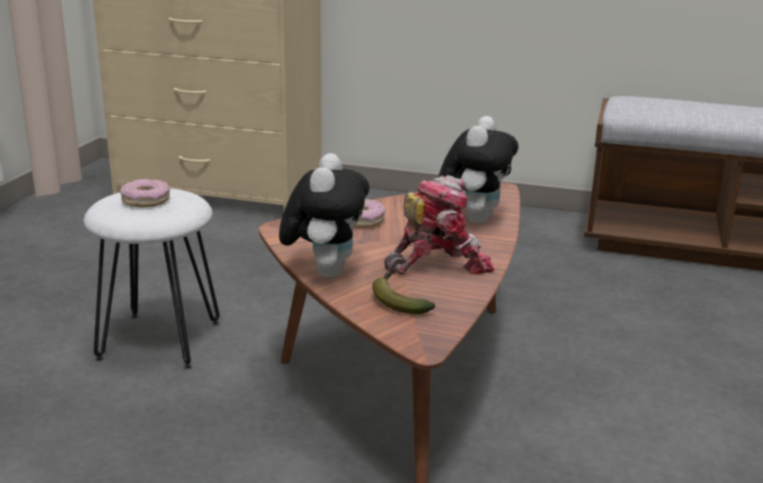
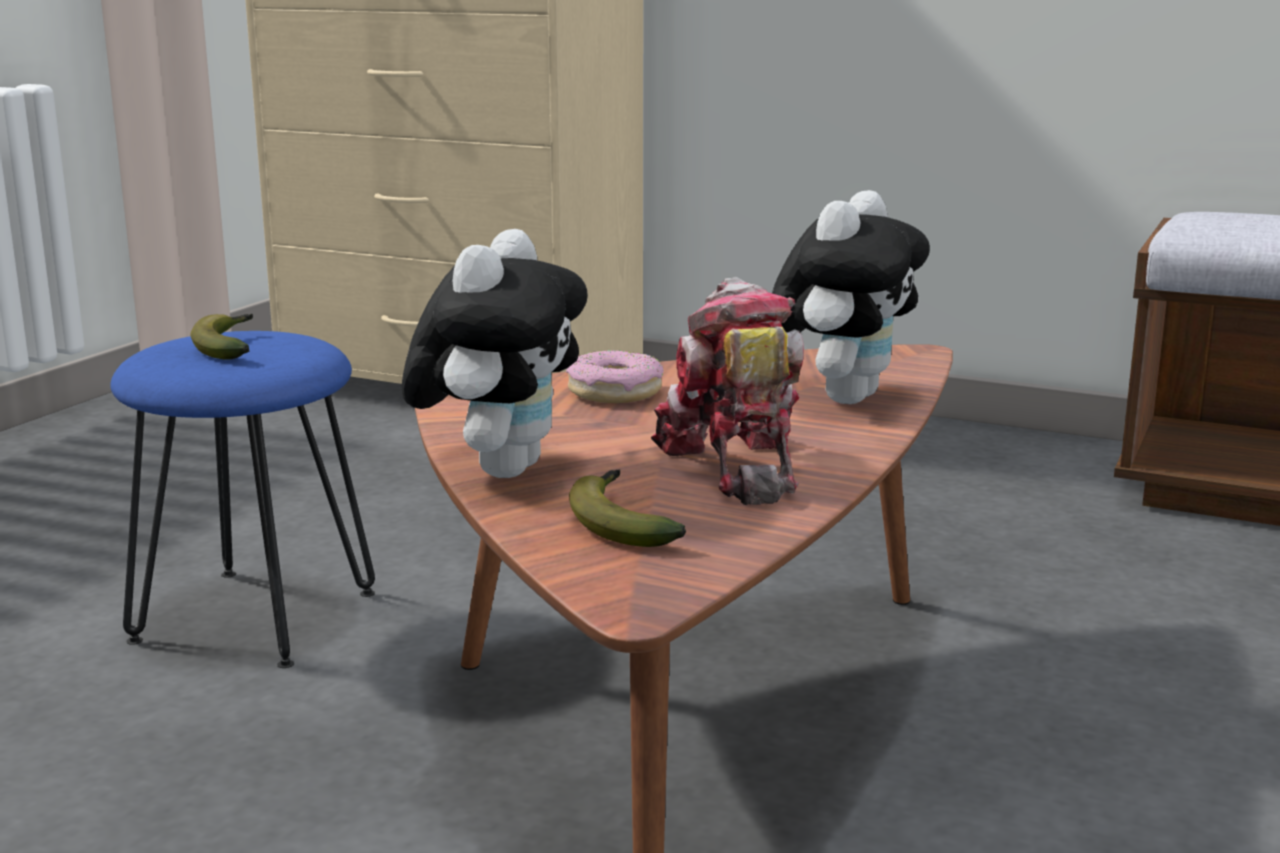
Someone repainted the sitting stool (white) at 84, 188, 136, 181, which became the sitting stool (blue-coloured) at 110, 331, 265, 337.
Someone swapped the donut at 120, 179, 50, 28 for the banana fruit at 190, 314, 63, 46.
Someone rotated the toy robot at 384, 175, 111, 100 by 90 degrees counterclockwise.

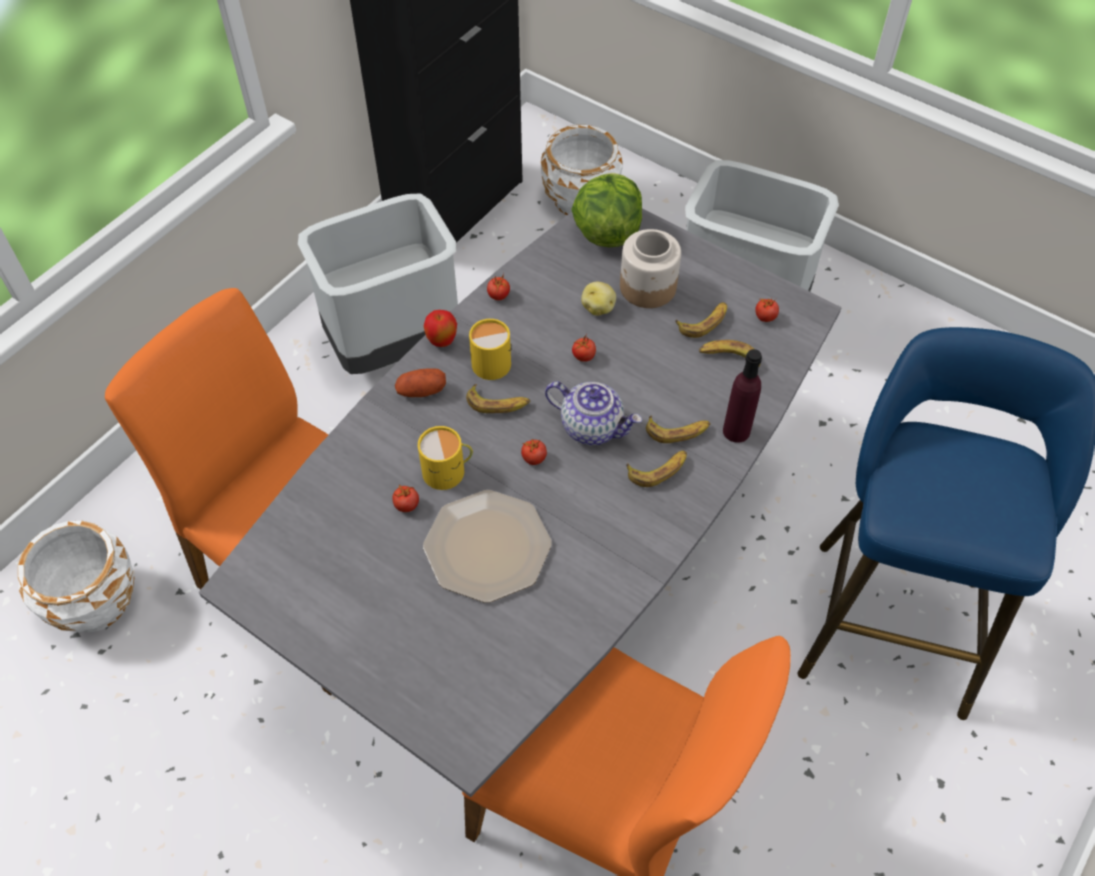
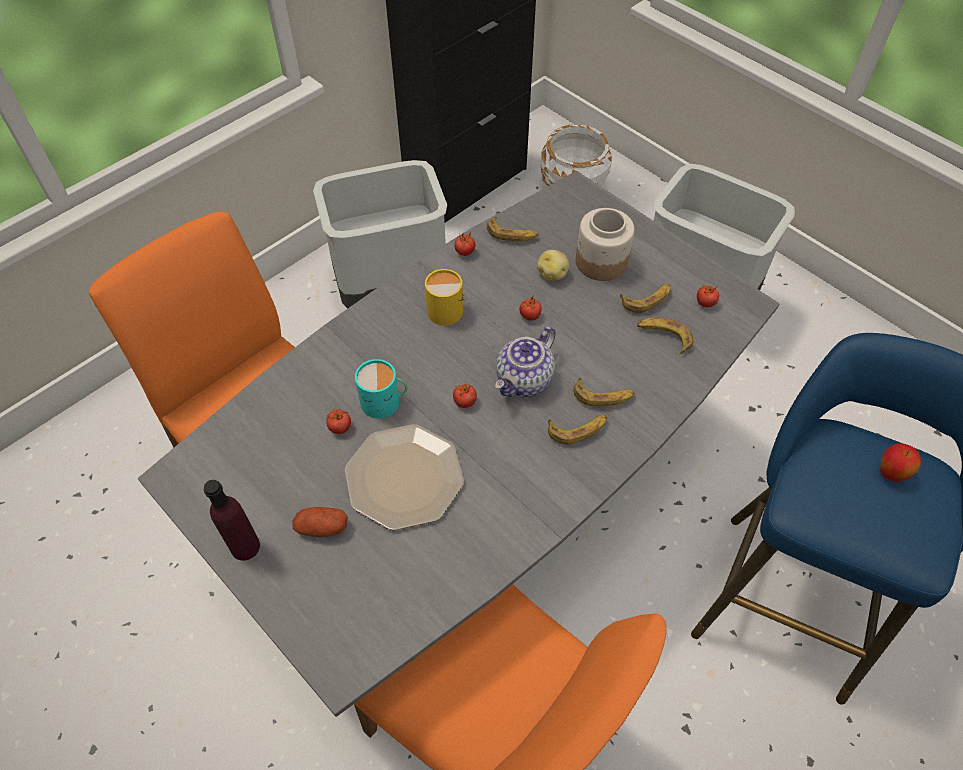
Someone carried the drink bottle (purple) from 723, 349, 39, 94 to 204, 480, 56, 81.
Someone carried the spud from 395, 368, 51, 29 to 293, 507, 55, 30.
Someone repainted the tea mug (yellowish) at 418, 426, 55, 64, which became the tea mug (blue-green) at 355, 359, 53, 60.
Someone carried the banana fruit from 466, 384, 64, 29 to 487, 217, 52, 24.
Someone rotated the pot for tea at 545, 381, 97, 64 by 90 degrees clockwise.
Someone carried the whole apple from 424, 310, 33, 37 to 880, 443, 41, 39.
Someone took away the flower pot (white) at 18, 521, 116, 111.
Someone took away the lettuce head at 571, 173, 71, 74.

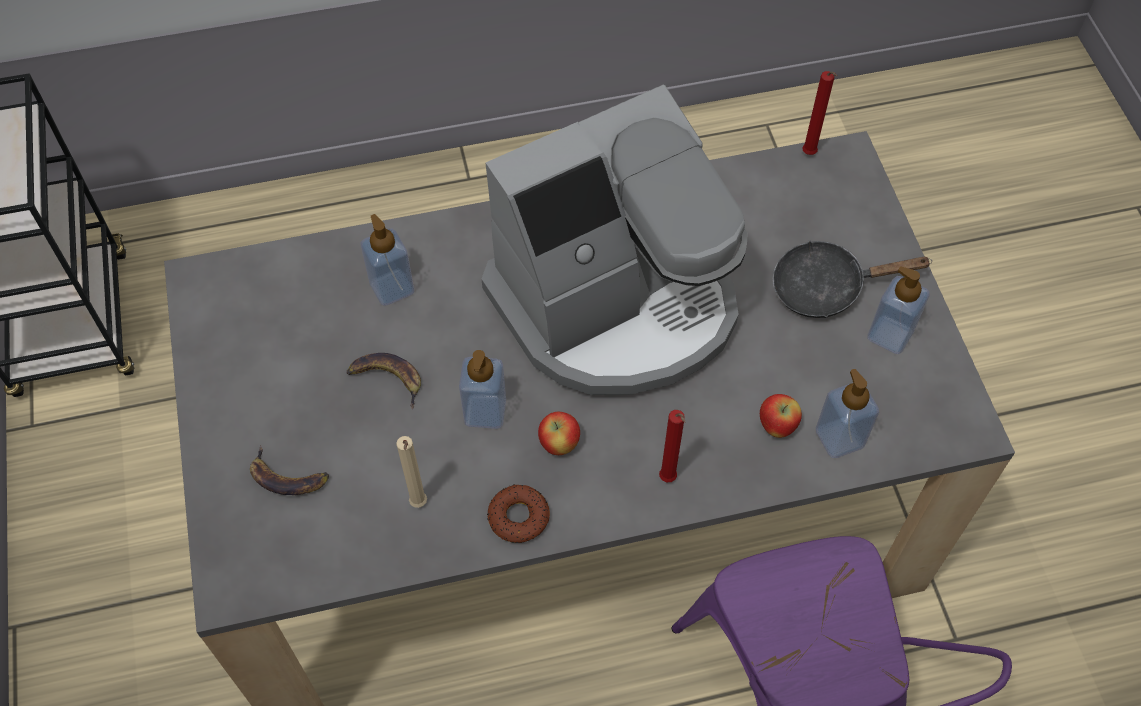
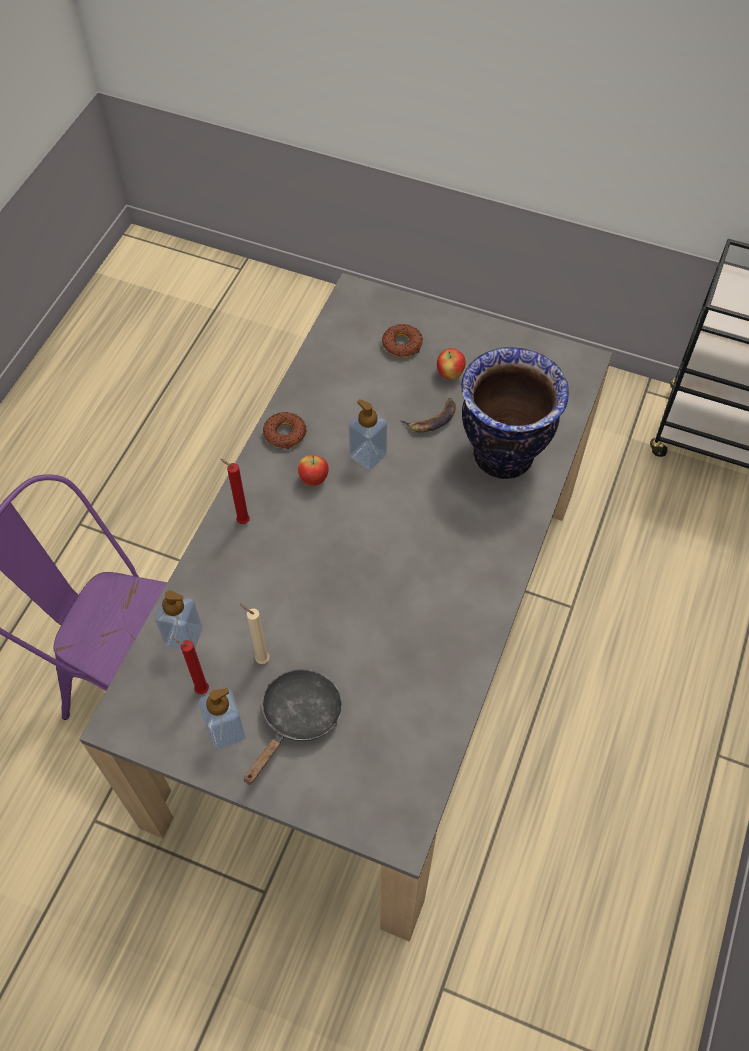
Someone carried the wax candle (red) from 802, 71, 35, 84 to 172, 637, 37, 57.
Someone carried the wax candle (sand-coloured) from 396, 436, 31, 72 to 240, 604, 30, 60.
Someone swapped the banana fruit at 250, 445, 79, 50 for the donut at 382, 324, 41, 33.
Someone carried the whole apple from 760, 394, 42, 44 to 437, 348, 29, 32.
Someone swapped the soap dispenser at 361, 214, 53, 92 for the flower vase at 461, 347, 108, 132.
Someone took away the coffee machine at 481, 85, 267, 310.

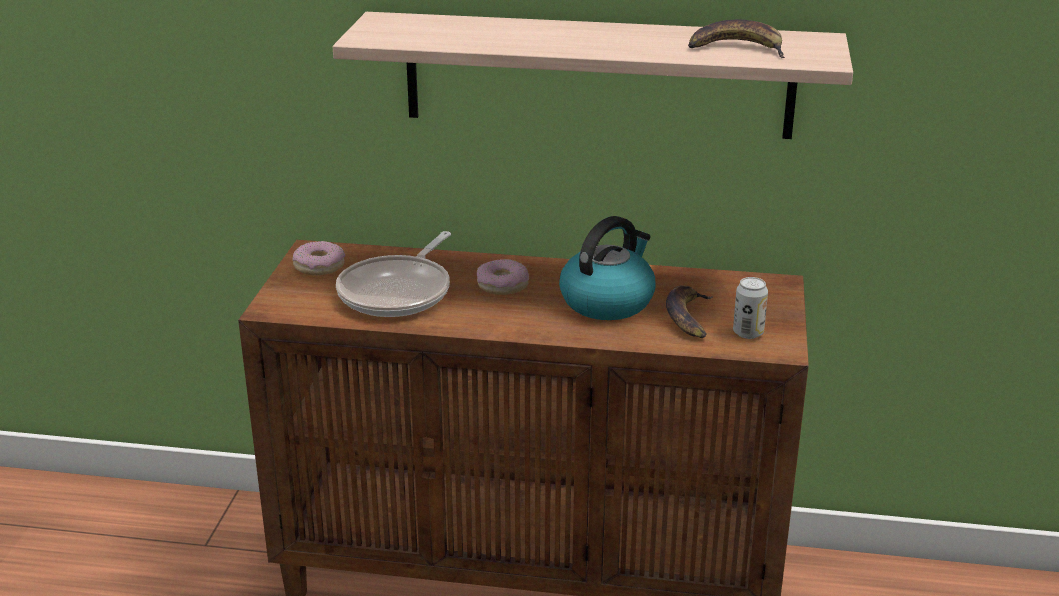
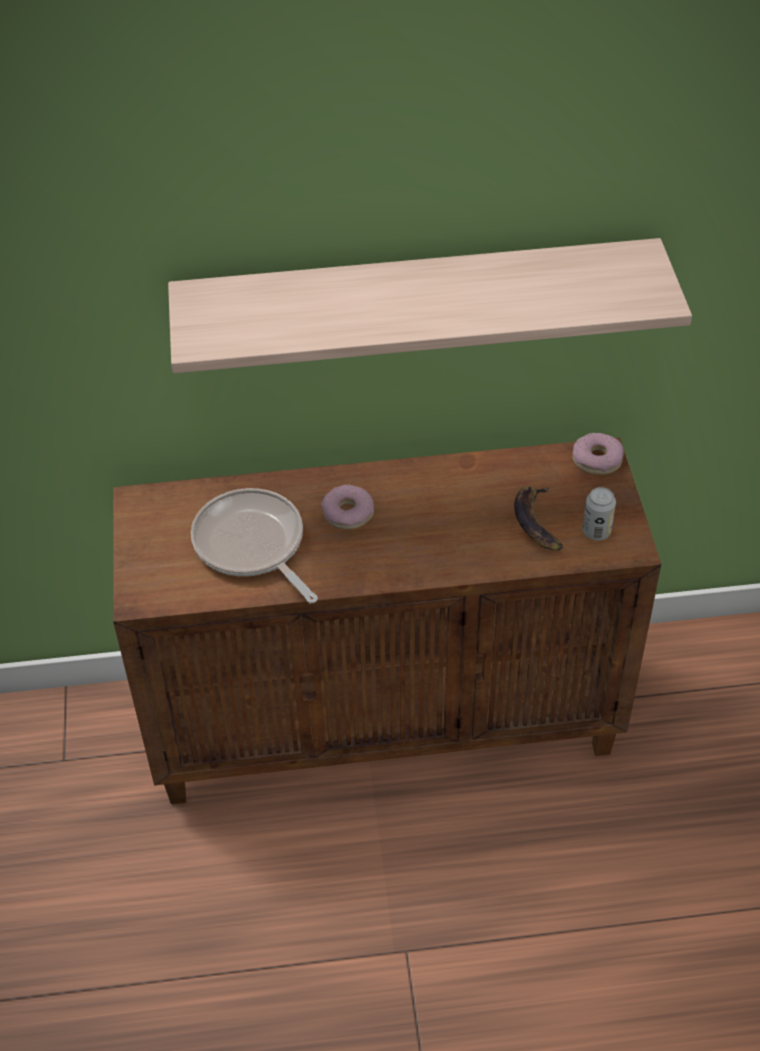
Someone rotated the pan at 336, 231, 115, 86 by 135 degrees clockwise.
Someone carried the donut from 292, 241, 53, 34 to 572, 433, 52, 42.
Someone took away the kettle at 559, 216, 96, 104.
Someone took away the banana fruit at 688, 19, 97, 39.

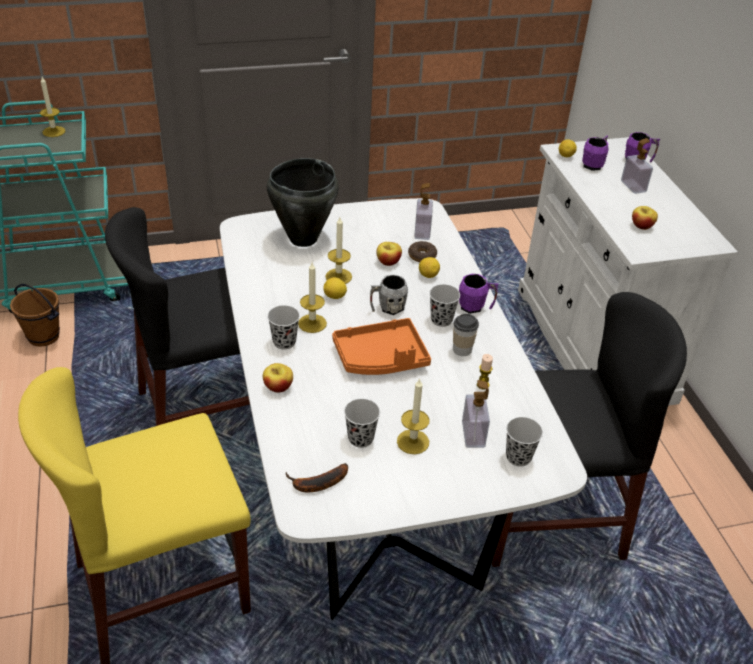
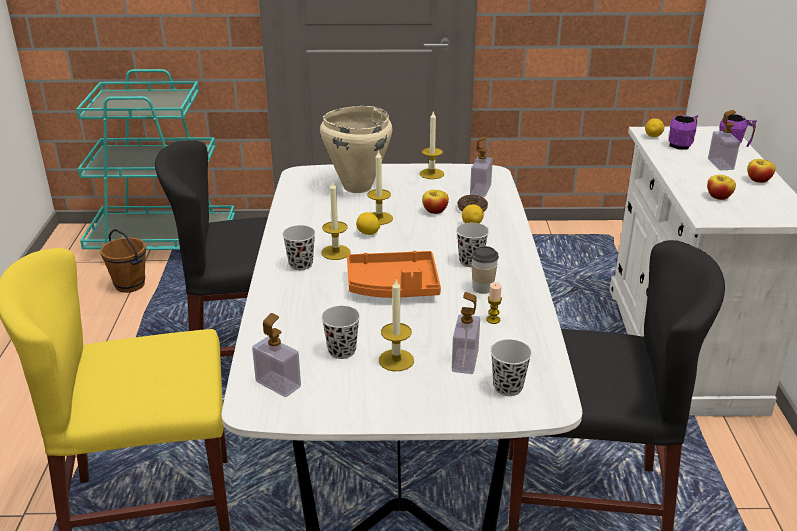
Someone swapped the banana fruit at 286, 463, 62, 29 for the soap dispenser at 252, 313, 49, 84.
Someone repainted the cooking pot (blackish) at 267, 158, 72, 89, which became the cooking pot (sand-coloured) at 320, 106, 72, 87.
Someone carried the wax candle from 40, 77, 25, 60 to 420, 112, 24, 67.
Someone carried the whole apple from 263, 363, 30, 30 to 747, 159, 29, 24.
Someone took away the tea mug (grey) at 370, 275, 38, 40.
Someone took away the tea mug (purple) at 459, 274, 40, 40.

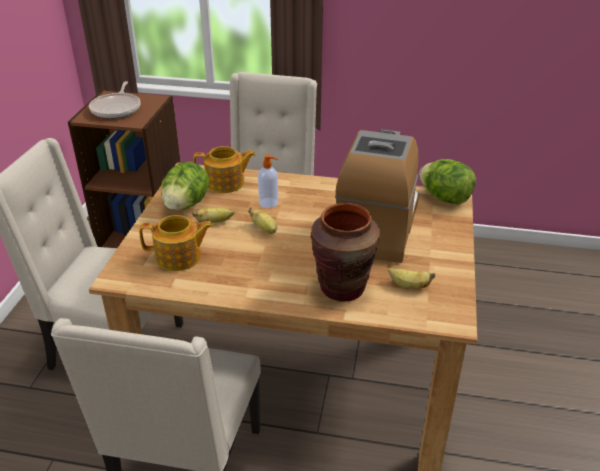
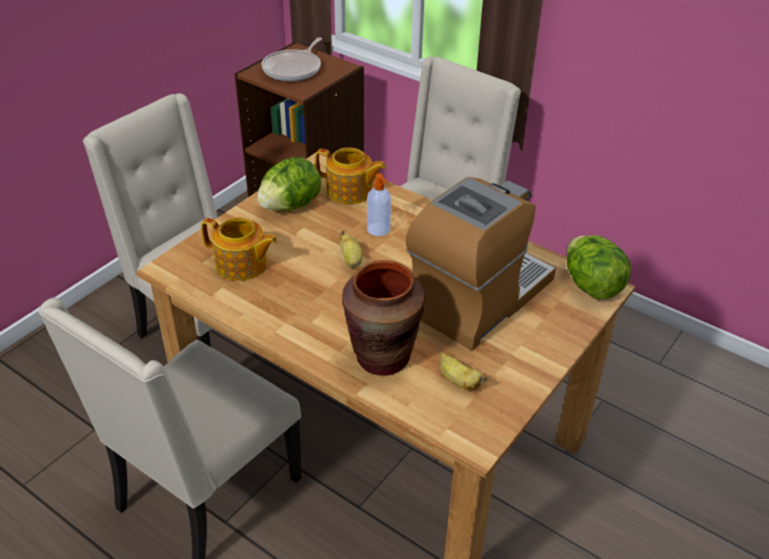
Someone took away the banana fruit at 193, 208, 42, 15.

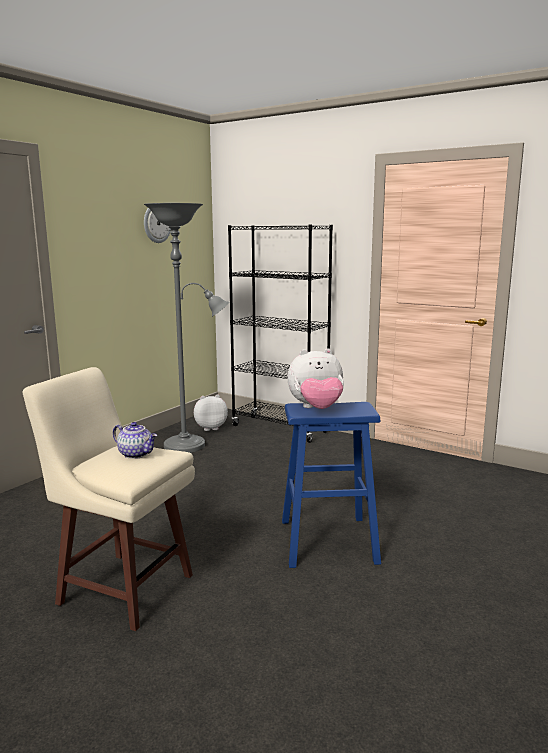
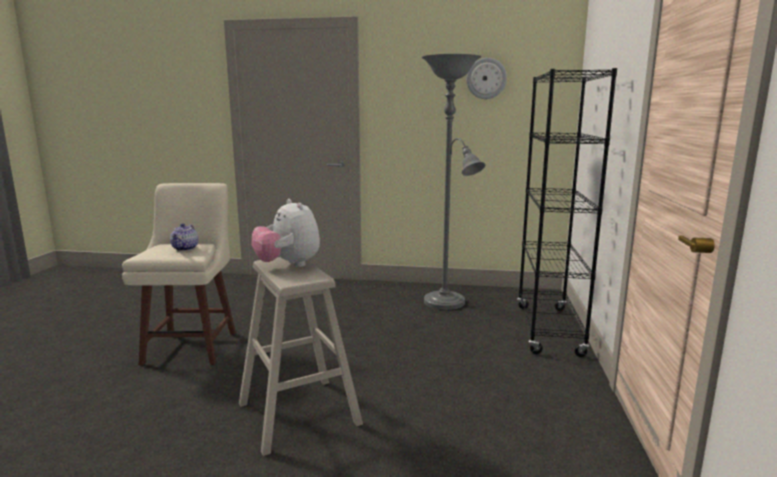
Someone repainted the sitting stool (blue-coloured) at 282, 402, 99, 166, which became the sitting stool (sand-coloured) at 239, 257, 124, 199.
Someone took away the soft toy at 194, 394, 34, 37.

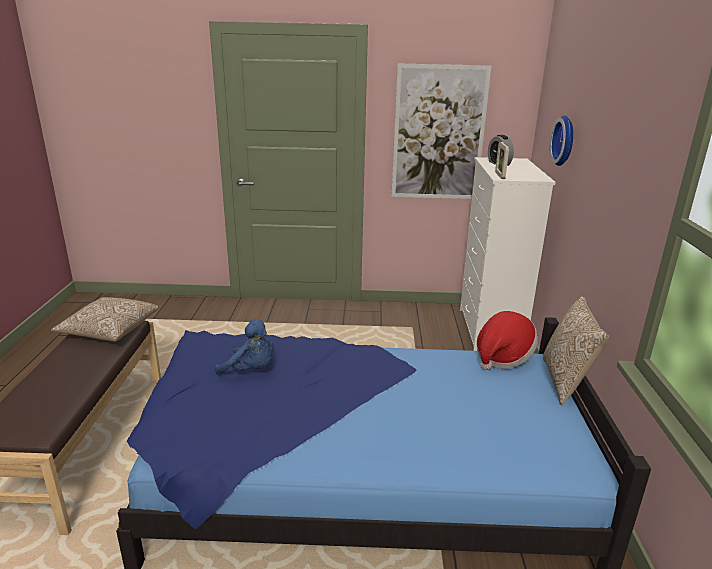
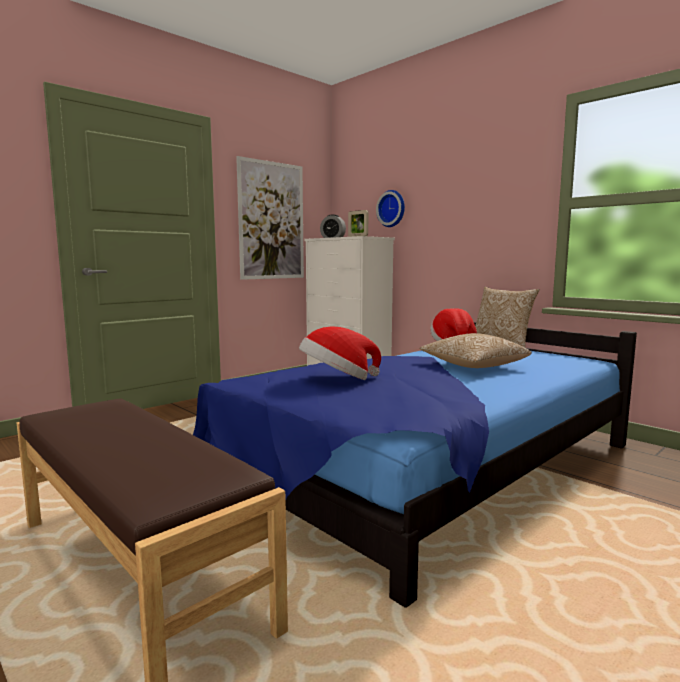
Someone swapped the soft toy (blue-coloured) at 215, 319, 59, 56 for the wearable hat at 299, 326, 82, 54.
Someone carried the pillow from 51, 297, 108, 45 to 420, 333, 112, 35.

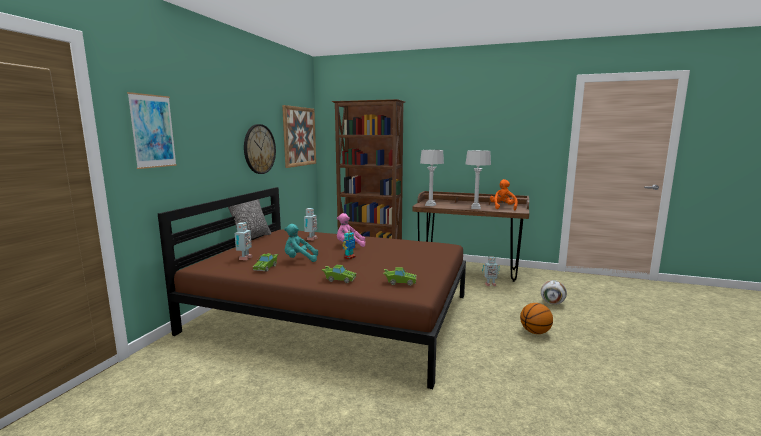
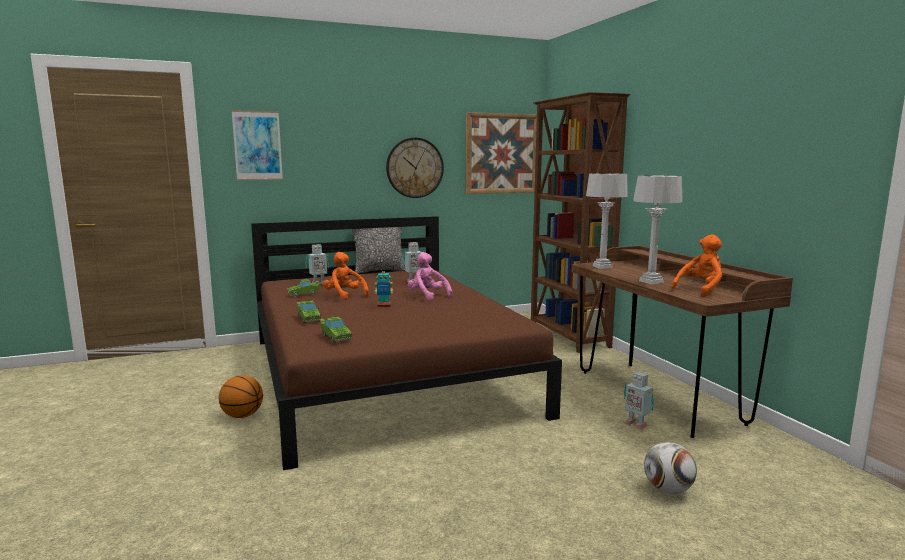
Someone carried the ball for basketball from 520, 303, 33, 31 to 219, 375, 44, 43.
Someone repainted the soft toy (blue-green) at 284, 224, 34, 38, which became the soft toy (orangey) at 323, 252, 46, 48.

